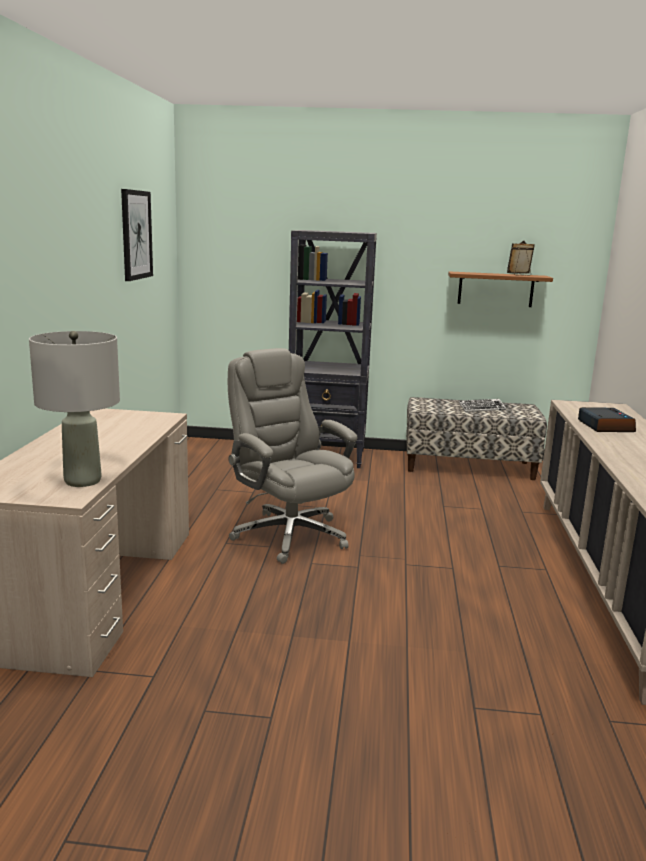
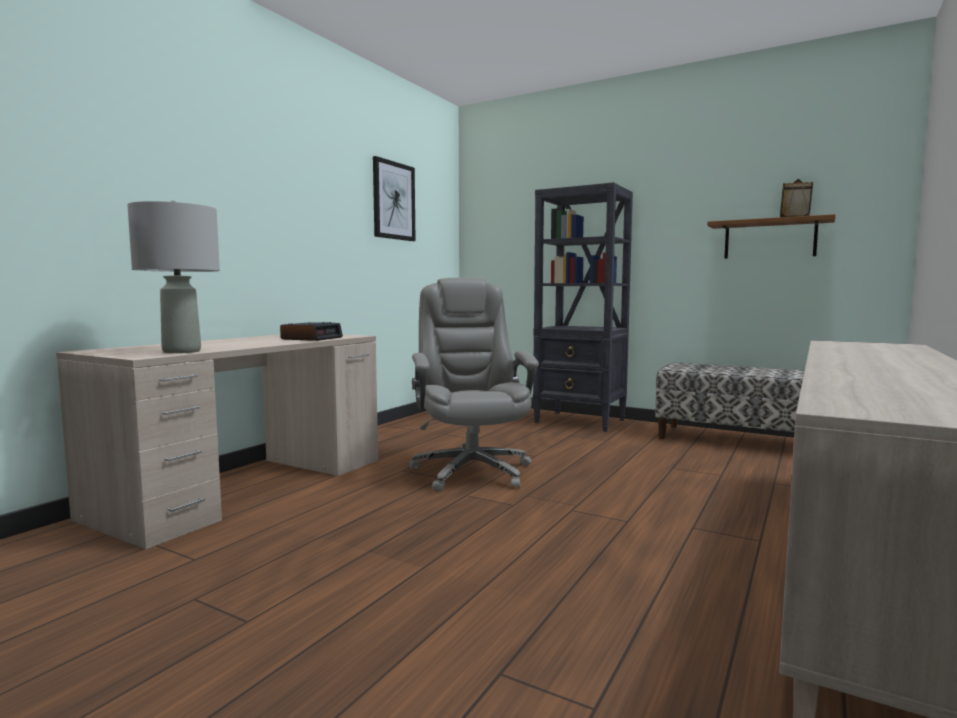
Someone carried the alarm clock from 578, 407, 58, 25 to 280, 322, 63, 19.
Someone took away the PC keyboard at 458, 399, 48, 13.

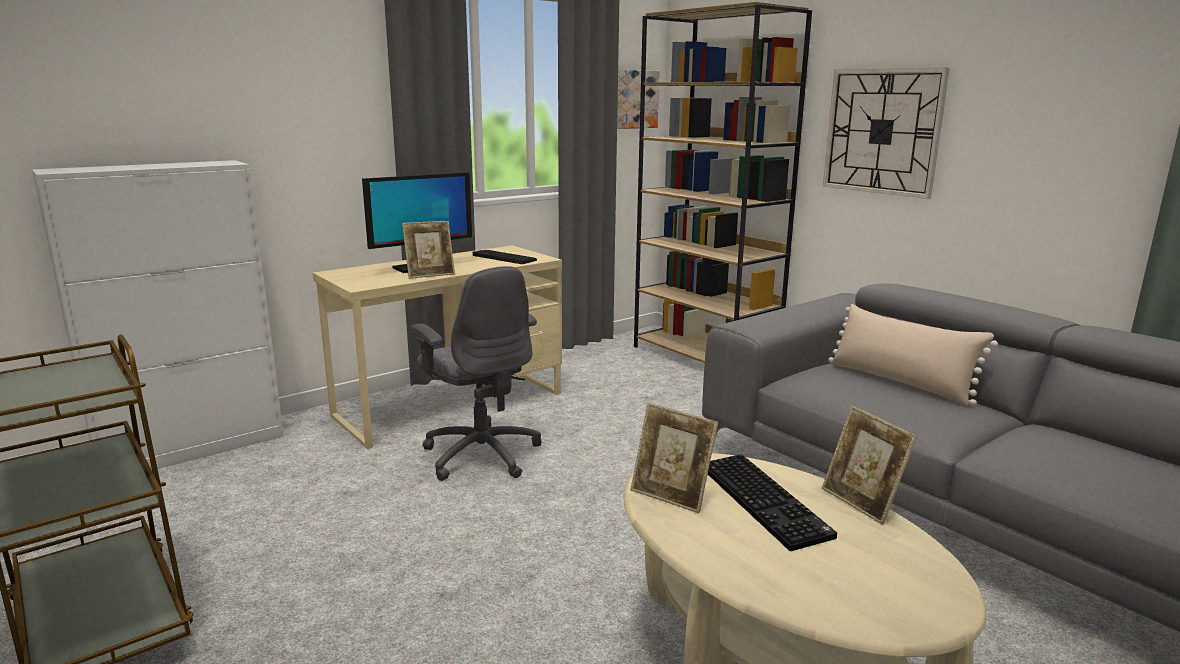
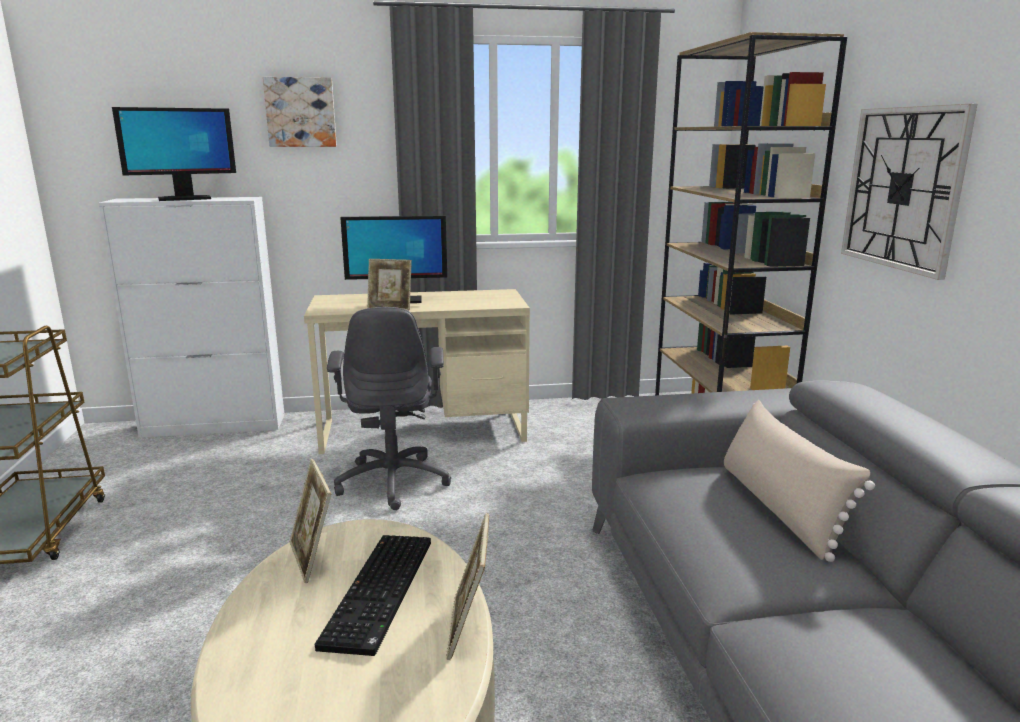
Someone put down the monitor at 112, 107, 124, 94.
Someone carried the wall picture from 617, 70, 43, 59 to 263, 77, 74, 70.
Someone took away the PC keyboard at 473, 250, 64, 14.

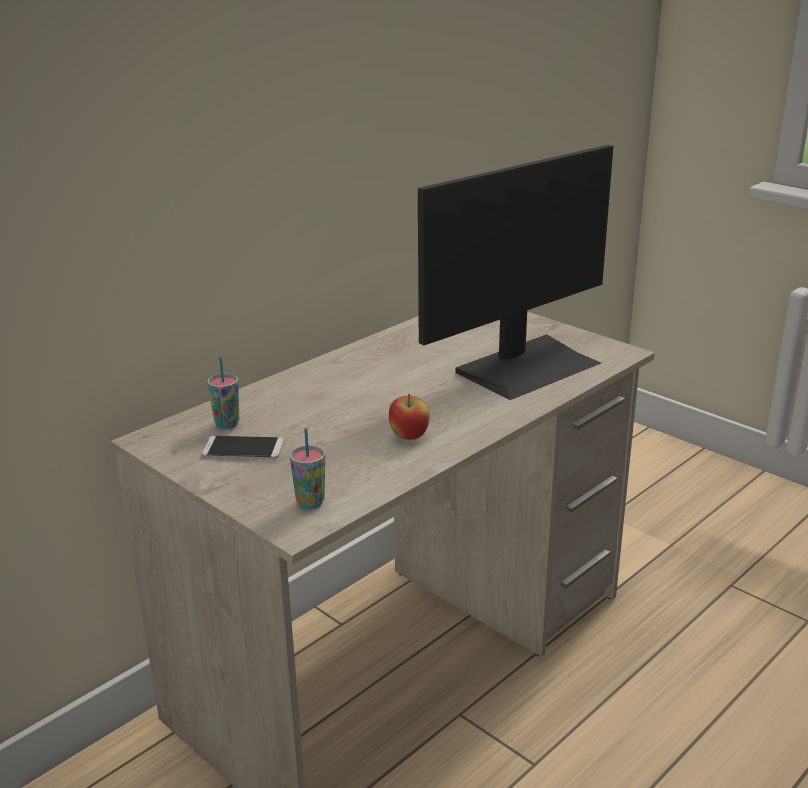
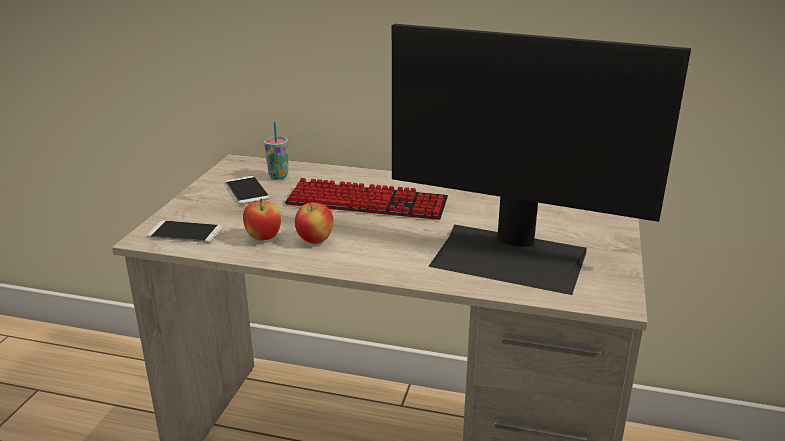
Someone swapped the cup at 290, 428, 35, 81 for the phone at 147, 221, 76, 22.
Someone put down the whole apple at 243, 198, 38, 43.
Someone put down the PC keyboard at 285, 178, 163, 42.

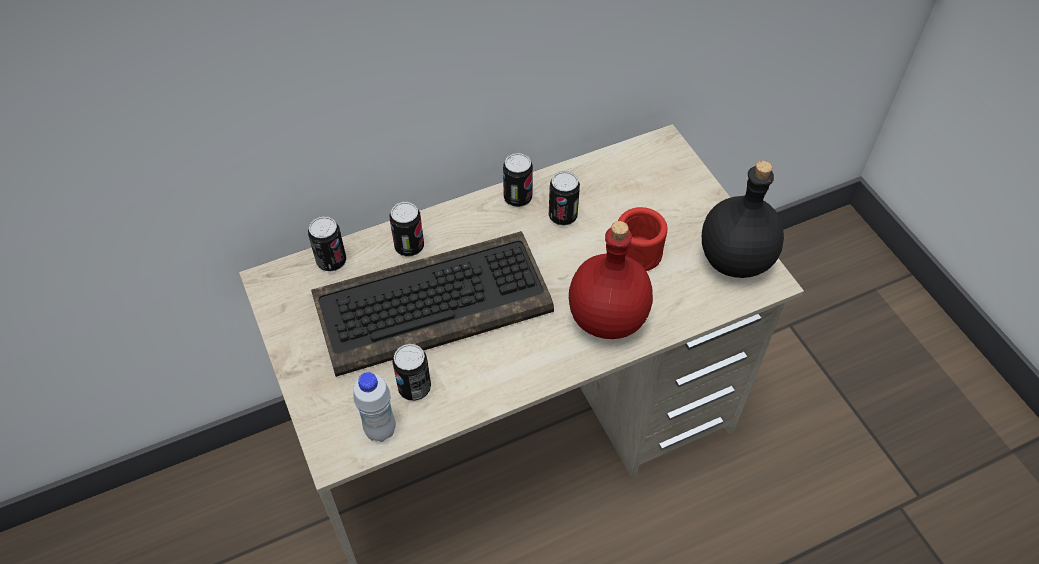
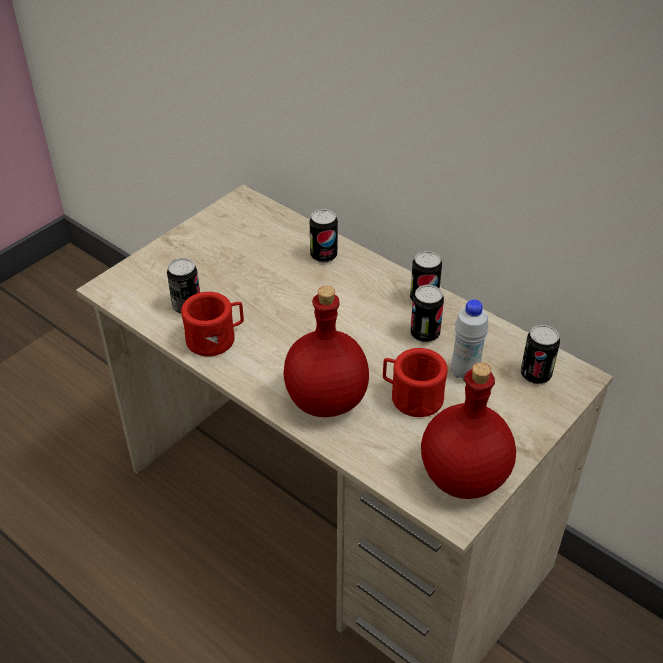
Someone put down the tea mug (red) at 181, 292, 63, 64.
Someone repainted the drink bottle (blackish) at 702, 161, 82, 117, which became the drink bottle (red) at 421, 362, 95, 137.
Someone carried the drink bottle (white) from 353, 372, 43, 70 to 451, 299, 37, 82.
Someone carried the sealed can from 308, 216, 38, 56 to 521, 324, 39, 60.
Someone took away the PC keyboard at 311, 231, 243, 146.

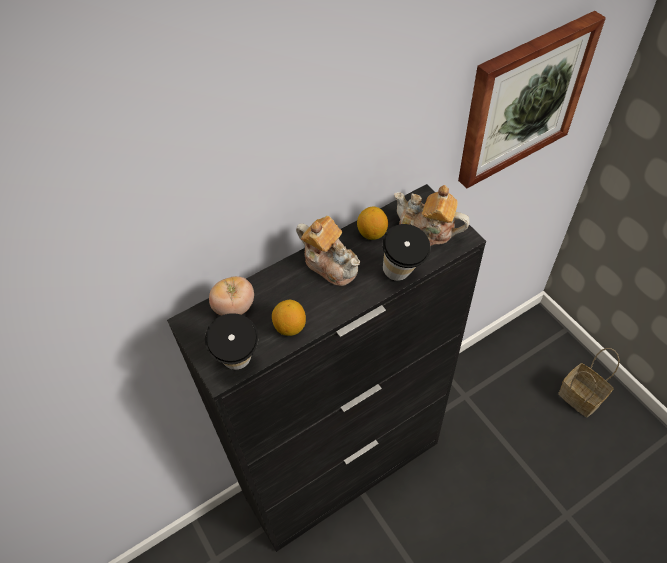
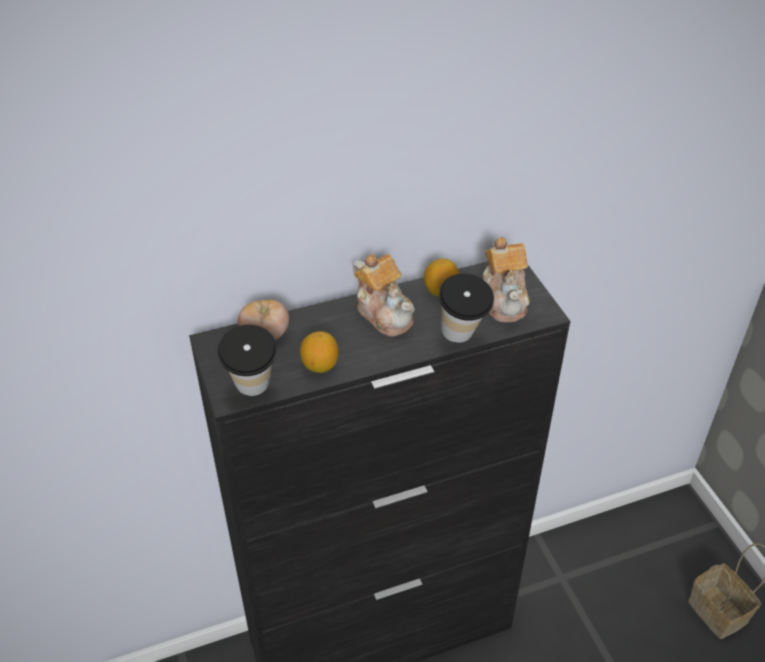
Someone rotated the pot for tea at 394, 185, 76, 61 by 135 degrees counterclockwise.
Someone took away the wall picture at 458, 11, 148, 177.

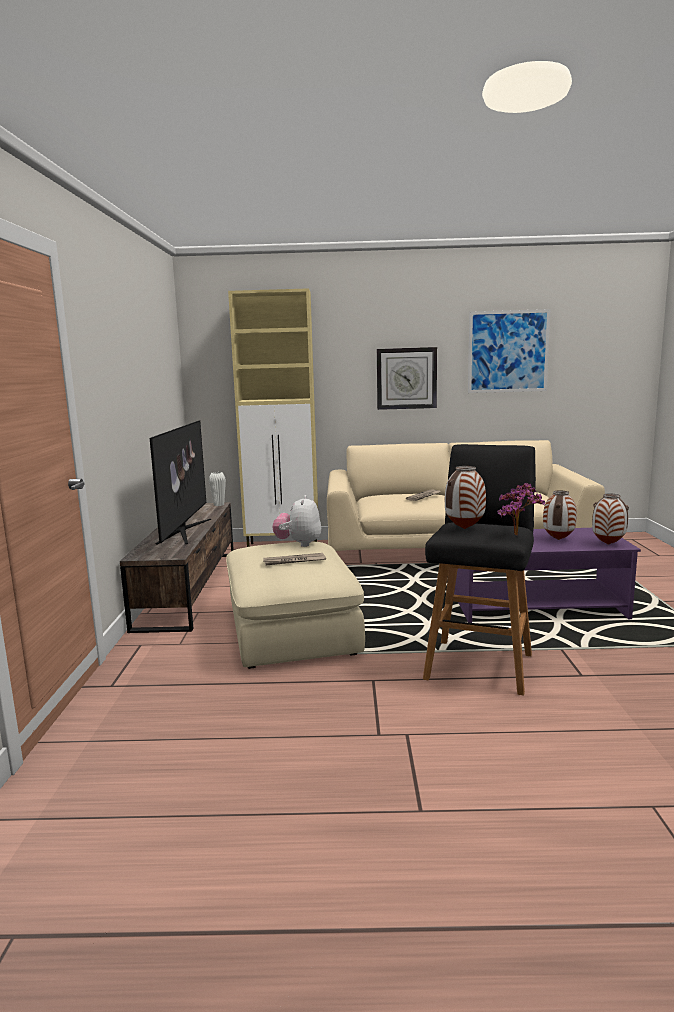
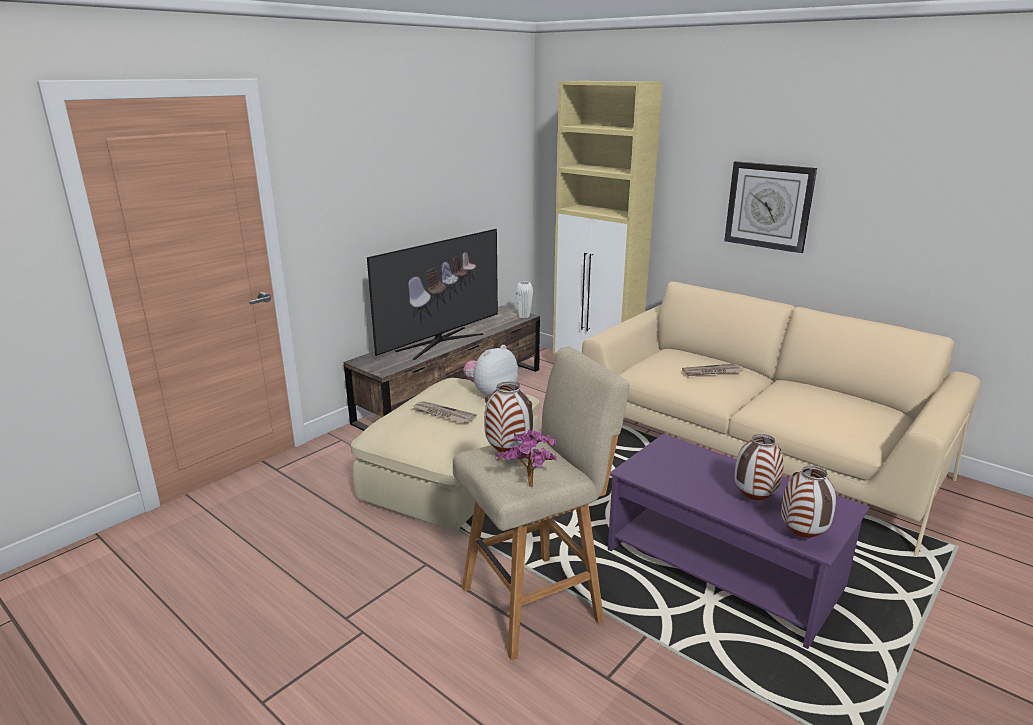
Someone repainted the sitting stool (blackish) at 423, 444, 113, 252, which became the sitting stool (sand-coloured) at 453, 346, 176, 315.
Someone took away the wall picture at 468, 309, 82, 84.

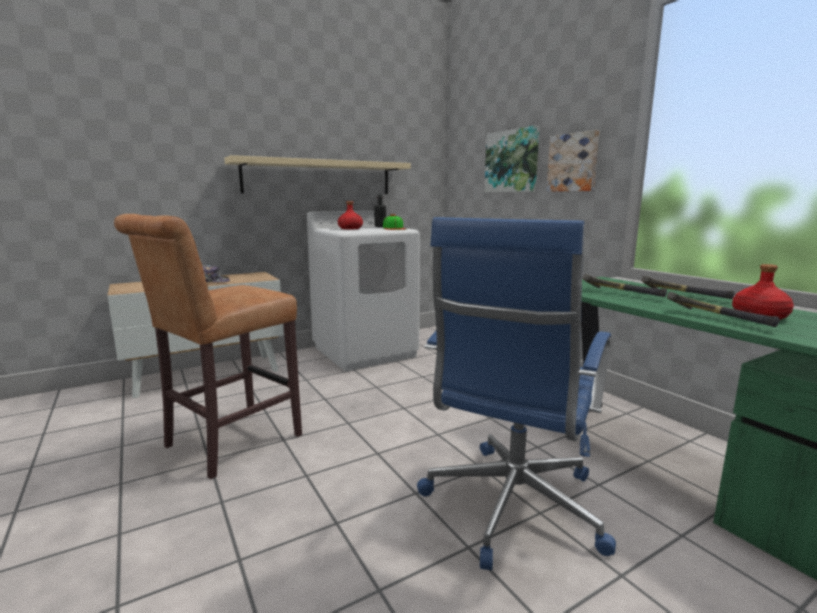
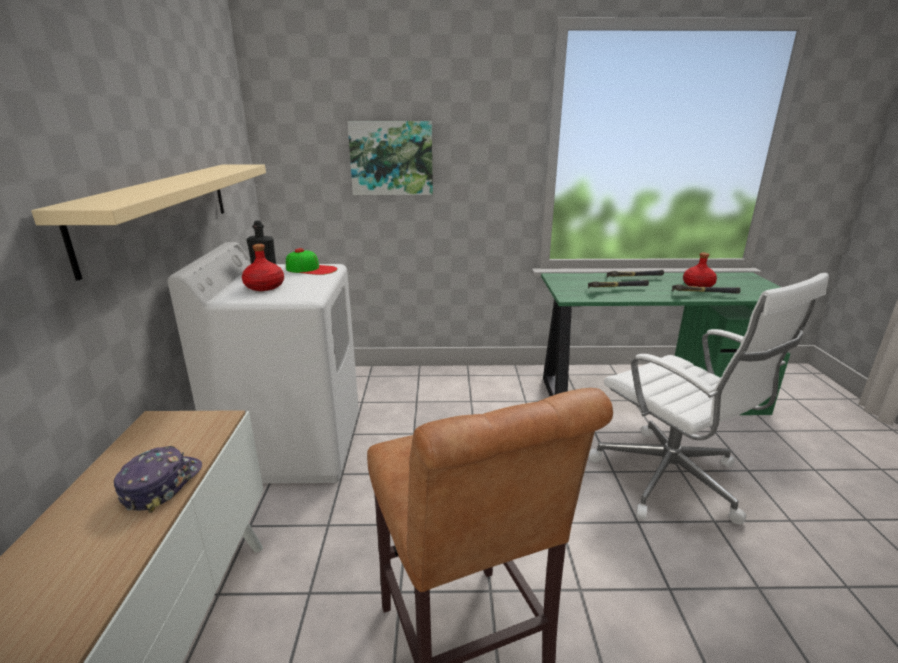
Someone repainted the office chair (blue-coloured) at 417, 217, 199, 353, which became the office chair (white) at 589, 273, 240, 251.
Someone took away the wall picture at 546, 130, 53, 62.

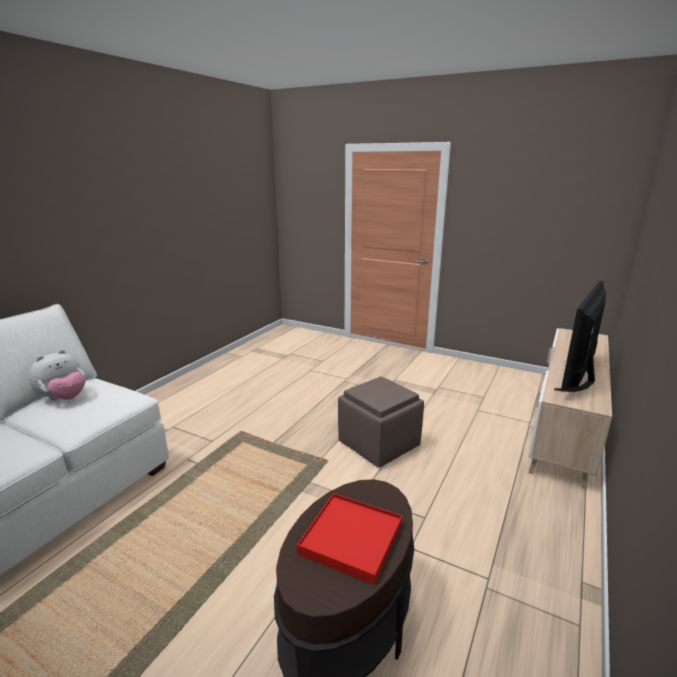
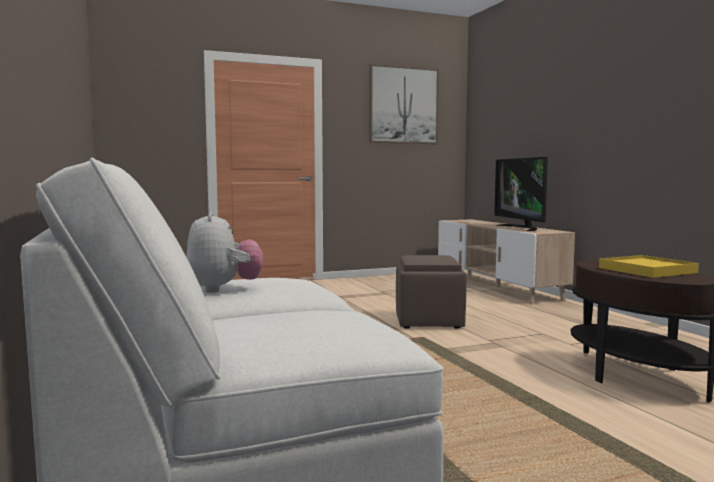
Someone put up the wall picture at 369, 64, 70, 80.
Someone repainted the tray (red) at 297, 493, 105, 92, which became the tray (yellowish) at 599, 255, 100, 23.

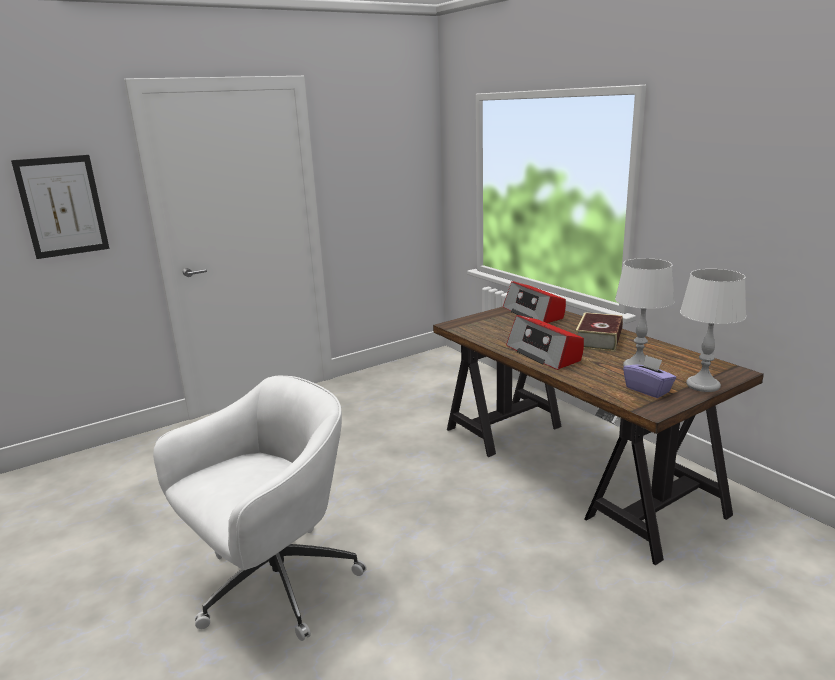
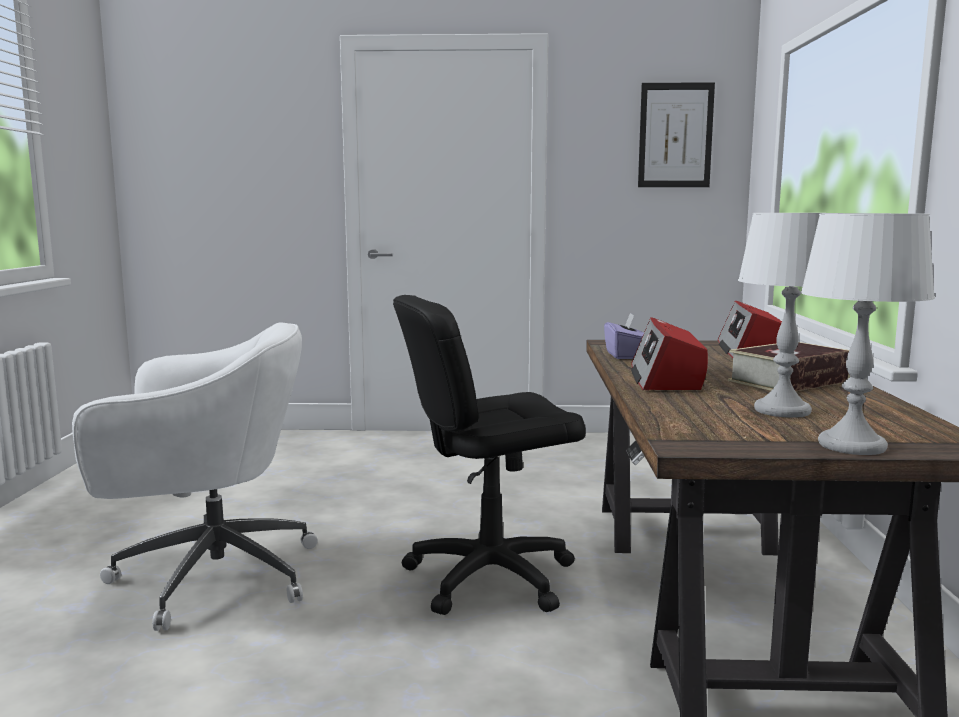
Someone put down the office chair (blackish) at 393, 295, 193, 320.
Someone carried the tissue holder (purple) from 623, 355, 53, 43 to 604, 313, 40, 46.
Someone carried the wall picture from 11, 155, 98, 104 to 638, 82, 77, 105.

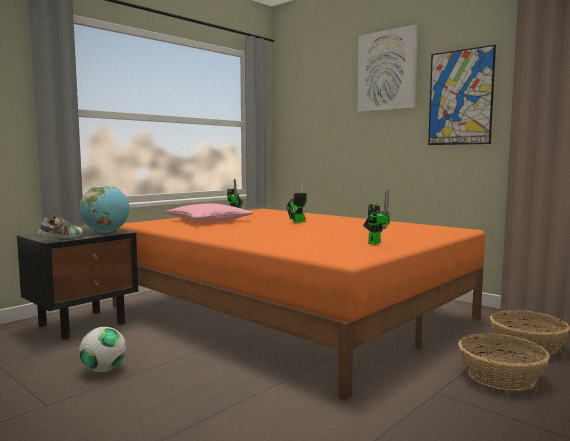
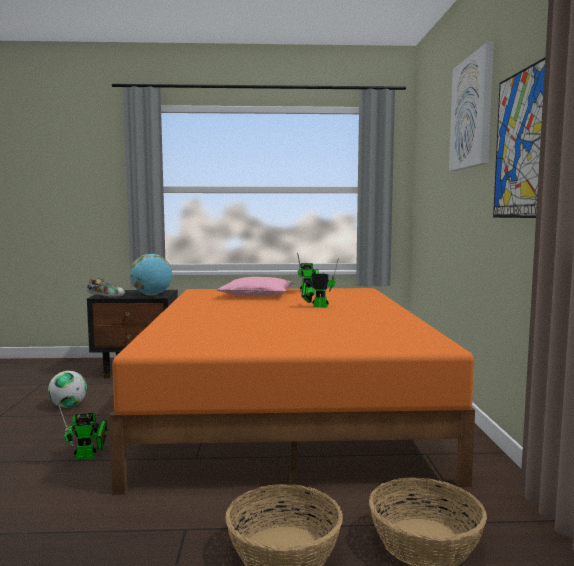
Someone carried the toy robot from 363, 190, 28, 55 to 59, 406, 48, 54.

